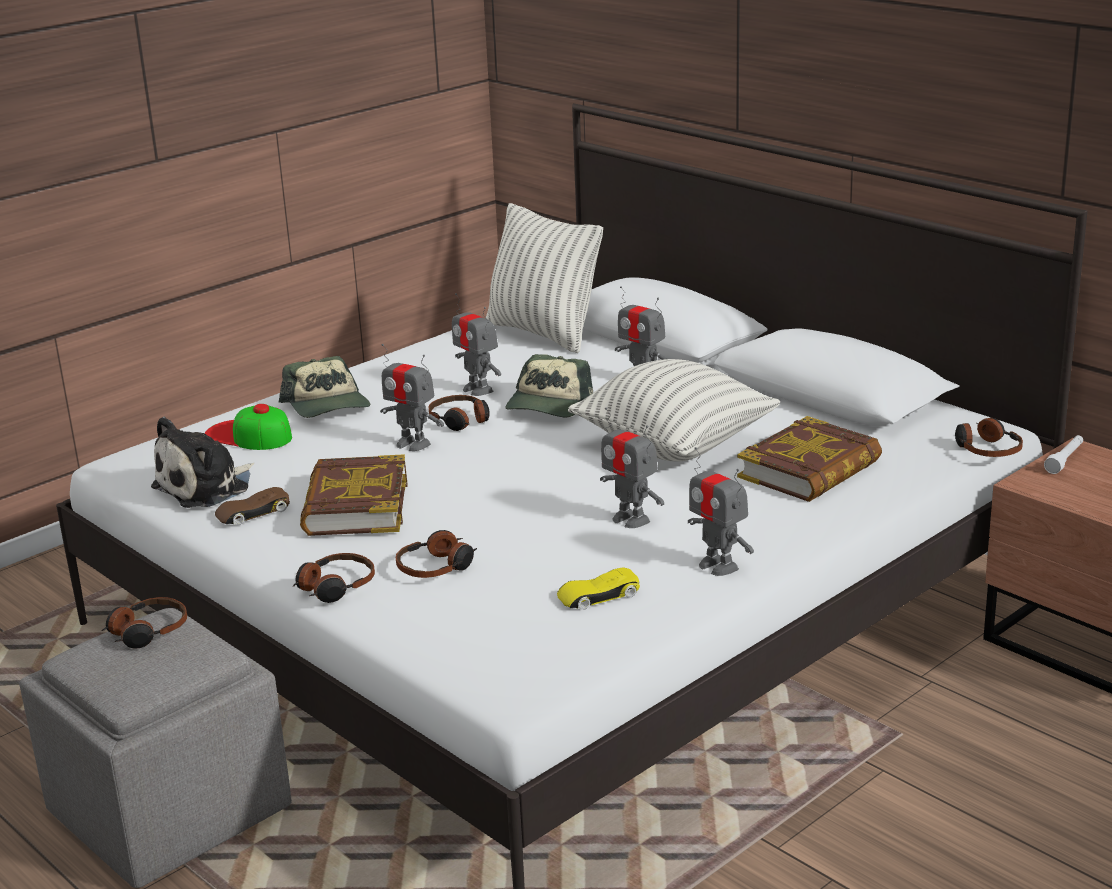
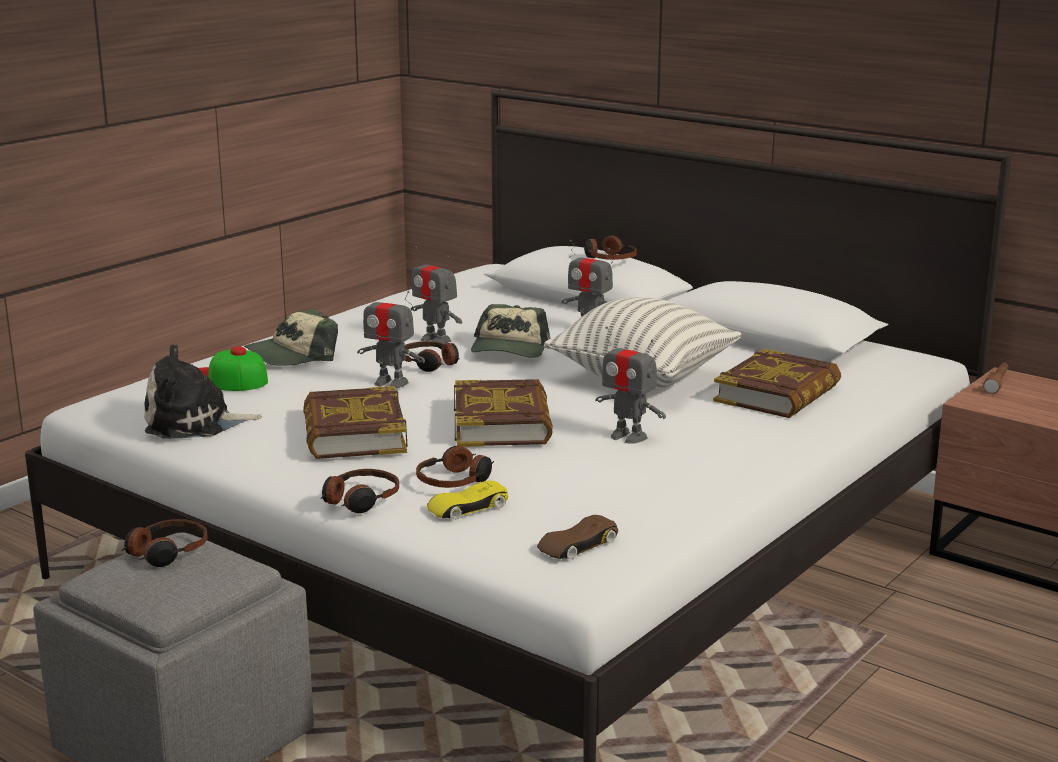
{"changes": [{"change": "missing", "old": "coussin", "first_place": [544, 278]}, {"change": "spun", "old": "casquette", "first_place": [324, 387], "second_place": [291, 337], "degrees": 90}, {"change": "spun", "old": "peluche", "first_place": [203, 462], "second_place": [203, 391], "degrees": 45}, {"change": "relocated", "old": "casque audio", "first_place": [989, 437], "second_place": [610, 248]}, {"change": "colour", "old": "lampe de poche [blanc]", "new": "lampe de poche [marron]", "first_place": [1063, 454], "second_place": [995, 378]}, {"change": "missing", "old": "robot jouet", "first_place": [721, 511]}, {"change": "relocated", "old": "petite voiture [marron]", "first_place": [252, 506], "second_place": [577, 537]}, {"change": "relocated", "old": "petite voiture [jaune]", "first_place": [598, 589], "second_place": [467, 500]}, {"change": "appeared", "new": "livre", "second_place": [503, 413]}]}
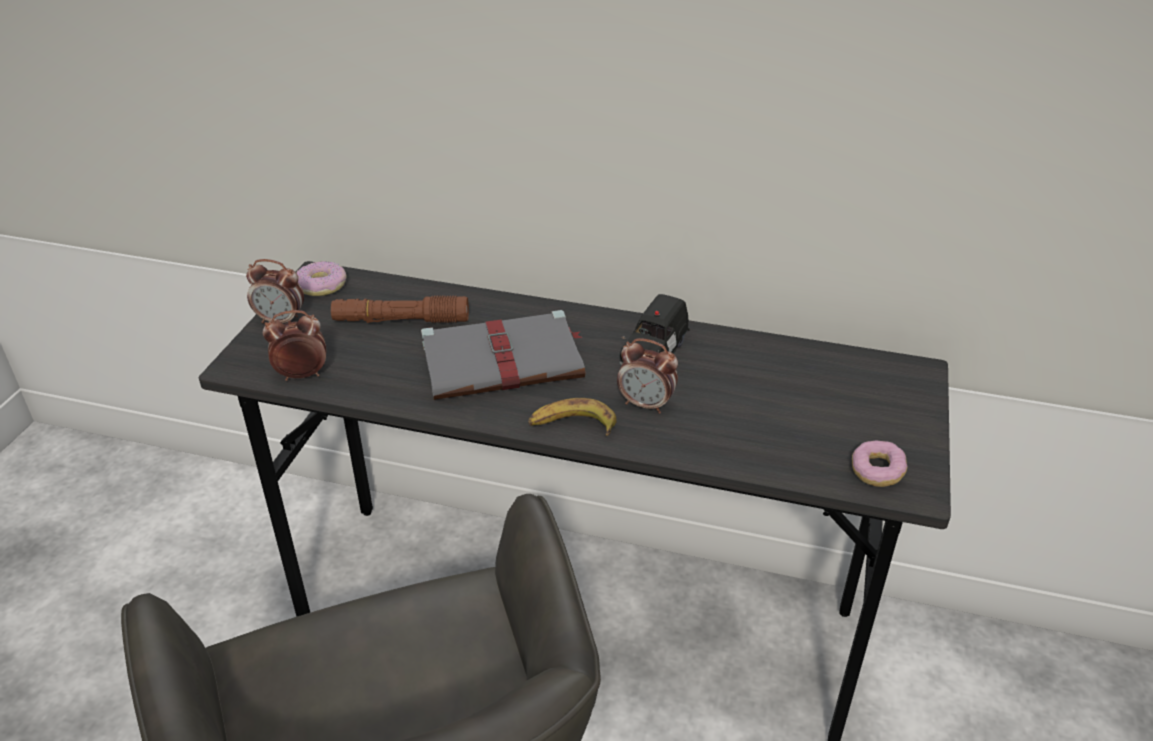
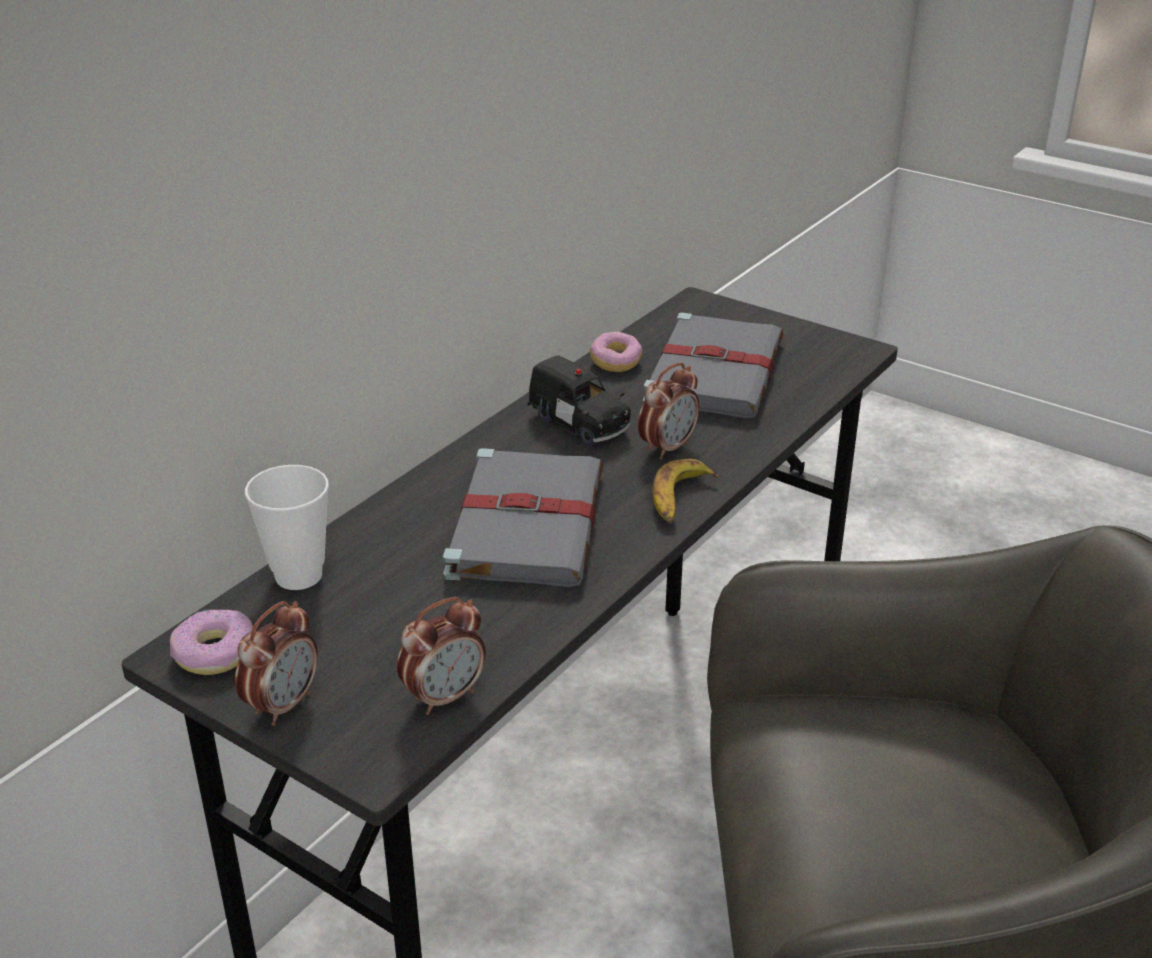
{"changes": [{"change": "missing", "old": "lampe de poche [marron]", "first_place": [400, 309]}, {"change": "spun", "old": "réveil", "first_place": [294, 345], "second_place": [441, 656], "degrees": -135}, {"change": "relocated", "old": "beignet", "first_place": [879, 464], "second_place": [616, 352]}, {"change": "appeared", "new": "livre [gris]", "second_place": [713, 365]}, {"change": "appeared", "new": "tasse", "second_place": [287, 527]}]}
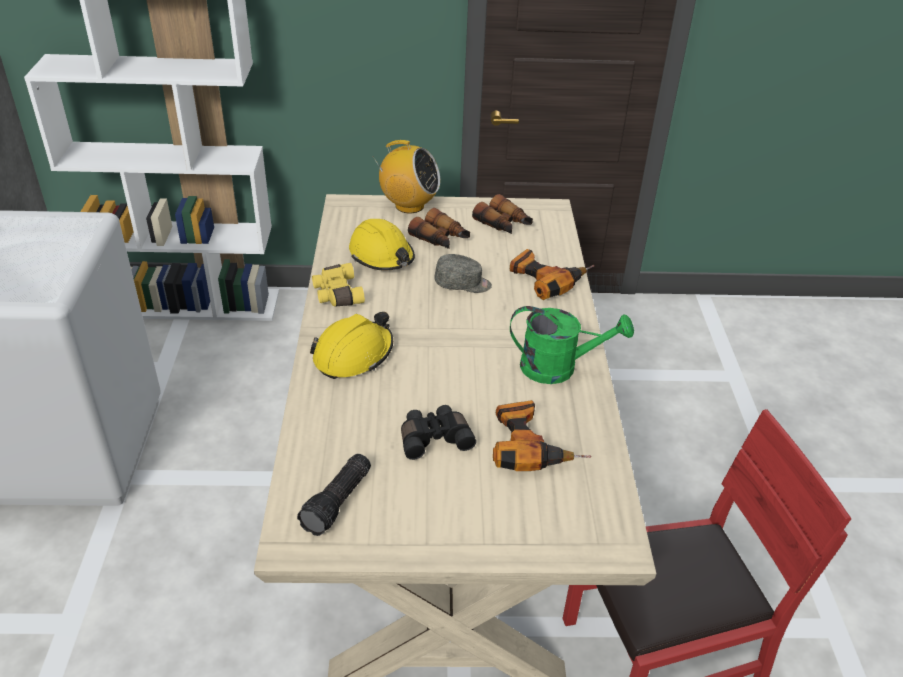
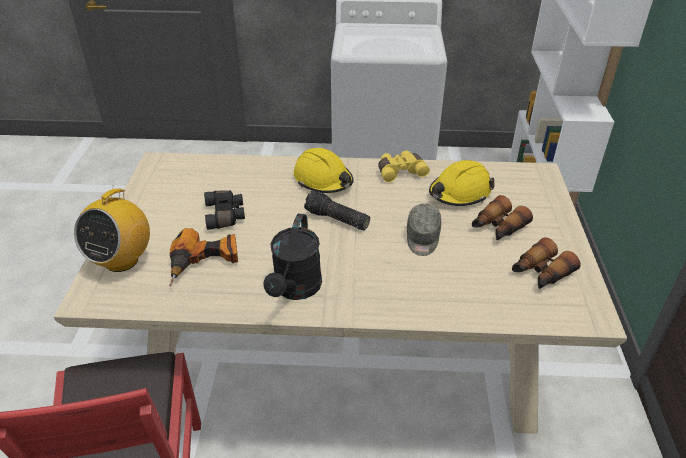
{"changes": [{"change": "relocated", "old": "radio", "first_place": [406, 176], "second_place": [112, 228]}, {"change": "missing", "old": "perceuse", "first_place": [552, 274]}, {"change": "colour", "old": "arrosoir [vert]", "new": "arrosoir [noir]", "first_place": [572, 345], "second_place": [292, 257]}, {"change": "relocated", "old": "lampe de poche", "first_place": [334, 495], "second_place": [337, 210]}]}
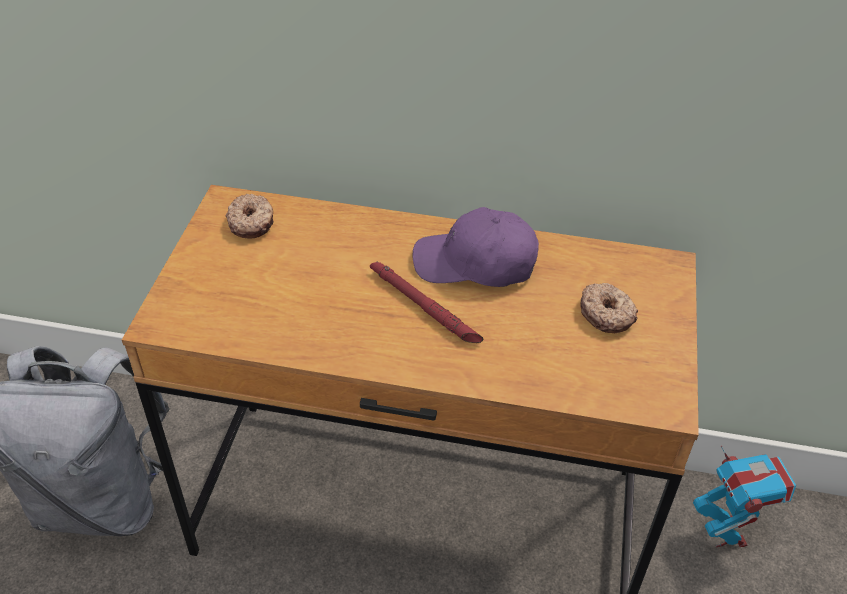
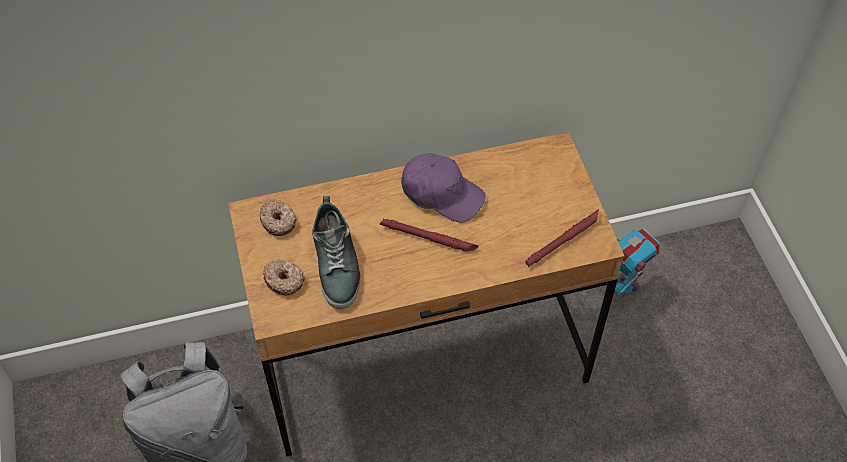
{"changes": [{"change": "spun", "old": "casquette [violet]", "first_place": [476, 247], "second_place": [443, 188], "degrees": -135}, {"change": "relocated", "old": "beignet", "first_place": [609, 308], "second_place": [284, 278]}, {"change": "appeared", "new": "chaussure", "second_place": [336, 252]}, {"change": "appeared", "new": "lampe de poche [rouge]", "second_place": [562, 238]}]}
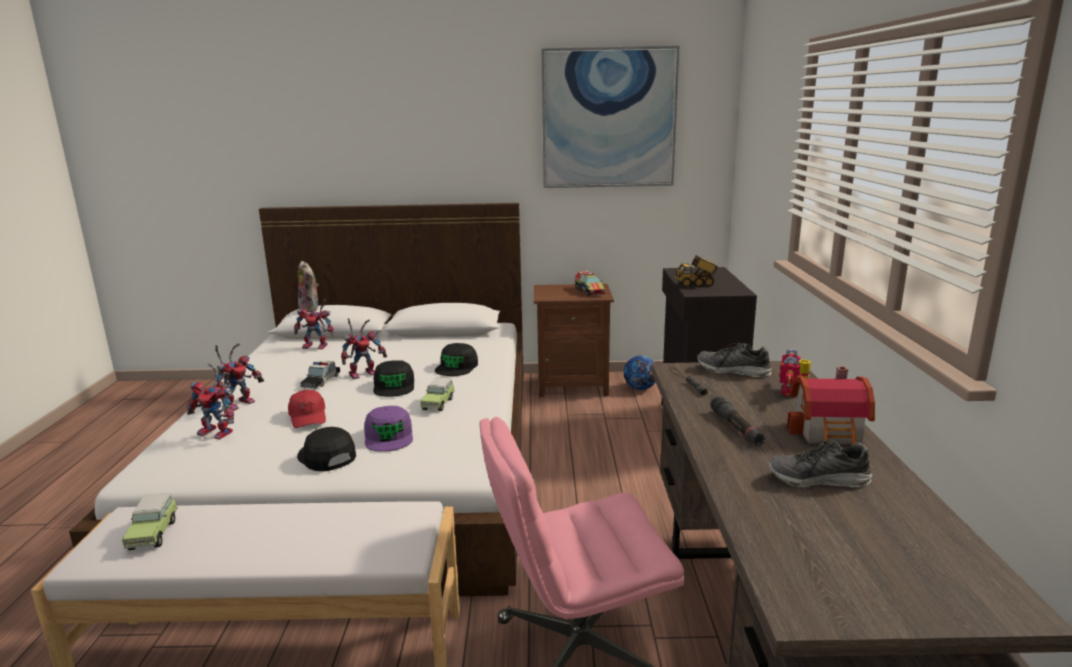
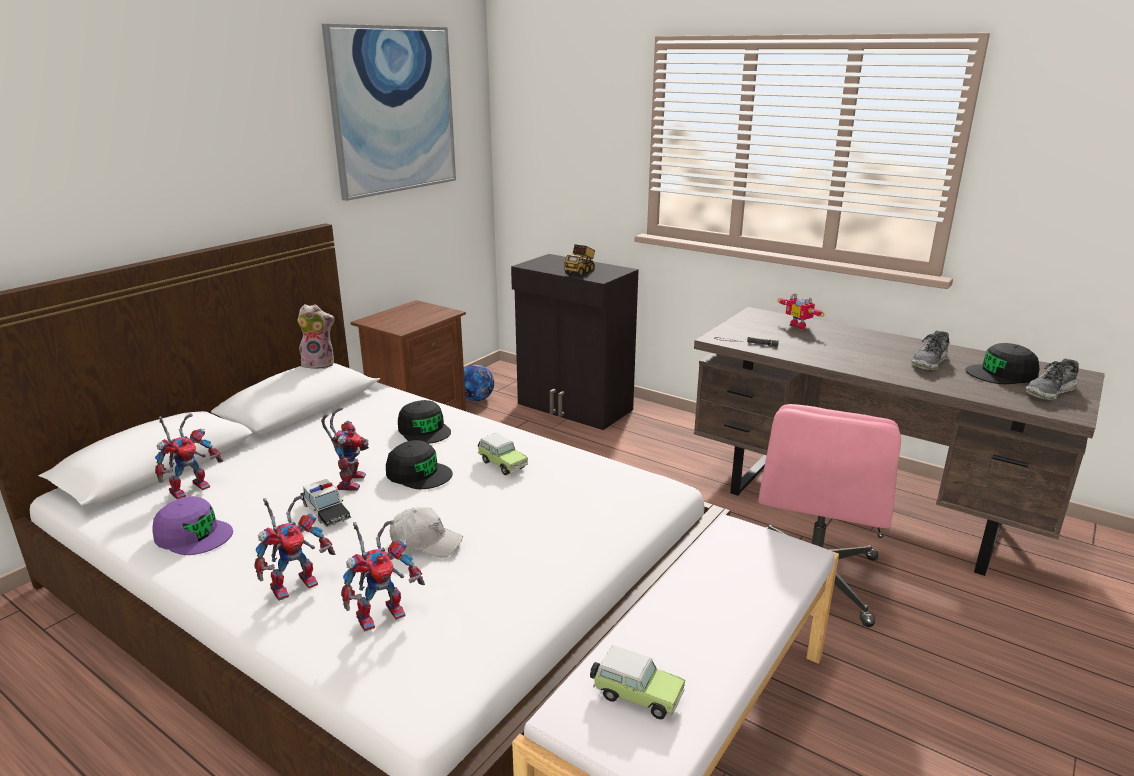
{"changes": [{"change": "relocated", "old": "peluche", "first_place": [308, 286], "second_place": [316, 336]}, {"change": "missing", "old": "camion jouet", "first_place": [590, 283]}, {"change": "spun", "old": "robot jouet", "first_place": [239, 377], "second_place": [295, 548], "degrees": 75}, {"change": "relocated", "old": "chaussure", "first_place": [734, 360], "second_place": [1052, 379]}, {"change": "missing", "old": "maison miniature", "first_place": [831, 405]}, {"change": "colour", "old": "casquette [rouge]", "new": "casquette [blanc]", "first_place": [307, 409], "second_place": [426, 532]}, {"change": "missing", "old": "lampe de poche [noir]", "first_place": [737, 421]}, {"change": "relocated", "old": "casquette [violet]", "first_place": [388, 429], "second_place": [192, 525]}, {"change": "relocated", "old": "casquette [noir]", "first_place": [326, 449], "second_place": [1002, 363]}]}
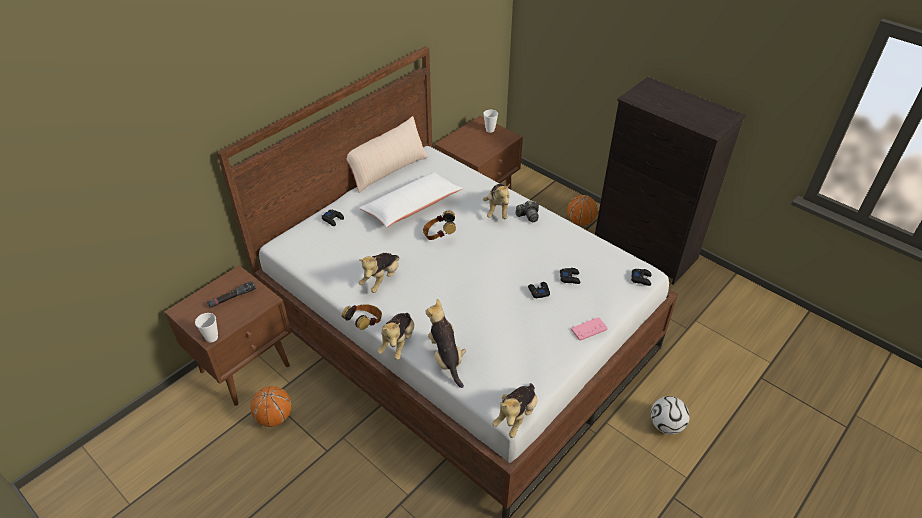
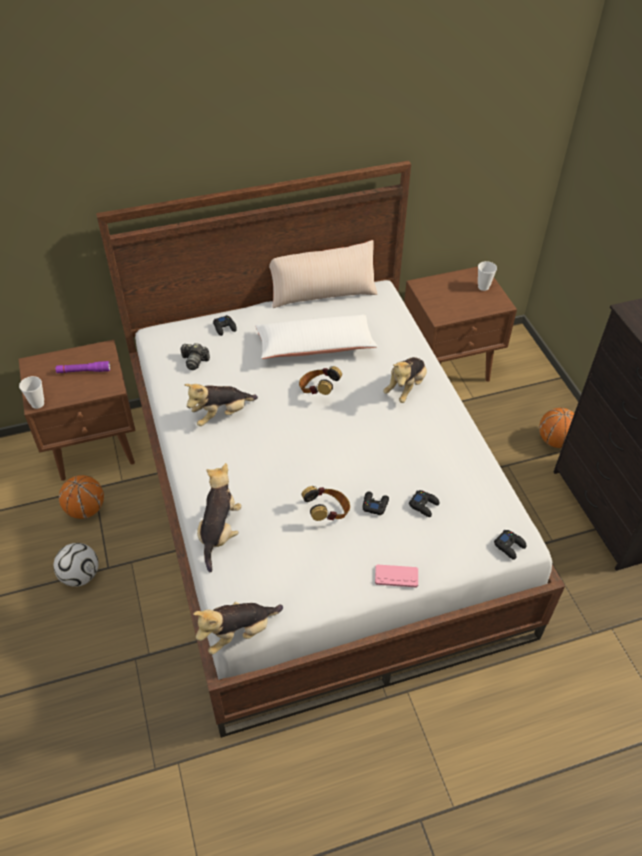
{"changes": [{"change": "relocated", "old": "appareil photo", "first_place": [527, 211], "second_place": [195, 356]}, {"change": "colour", "old": "lampe de poche [noir]", "new": "lampe de poche [violet]", "first_place": [231, 294], "second_place": [82, 367]}, {"change": "relocated", "old": "casque audio", "first_place": [362, 317], "second_place": [325, 503]}, {"change": "missing", "old": "peluche", "first_place": [396, 336]}, {"change": "relocated", "old": "ballon de foot", "first_place": [670, 415], "second_place": [76, 565]}]}
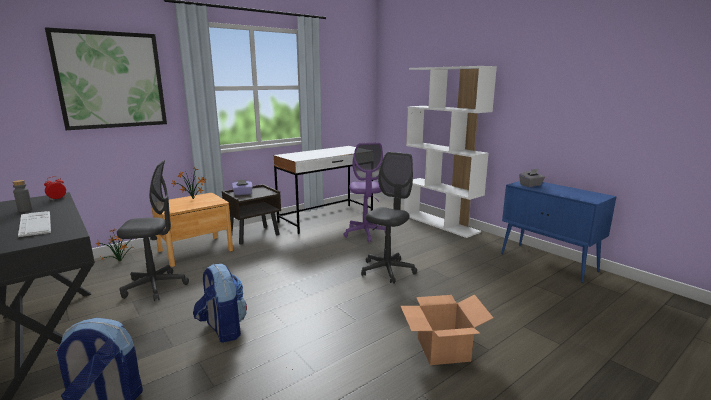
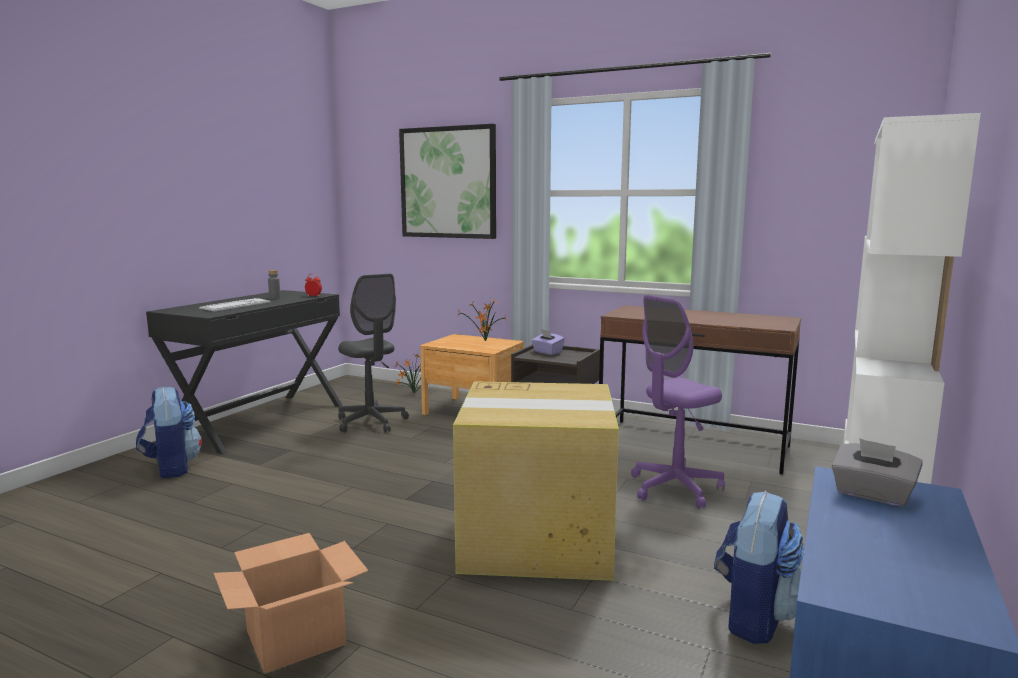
{"changes": [{"change": "colour", "old": "bureau [blanc]", "new": "bureau [marron]", "first_place": [323, 190], "second_place": [700, 390]}, {"change": "exchanged", "old": "chaise de bureau [gris]", "new": "carton", "first_place": [389, 218], "second_place": [536, 481]}, {"change": "relocated", "old": "sac à dos", "first_place": [220, 303], "second_place": [759, 567]}]}
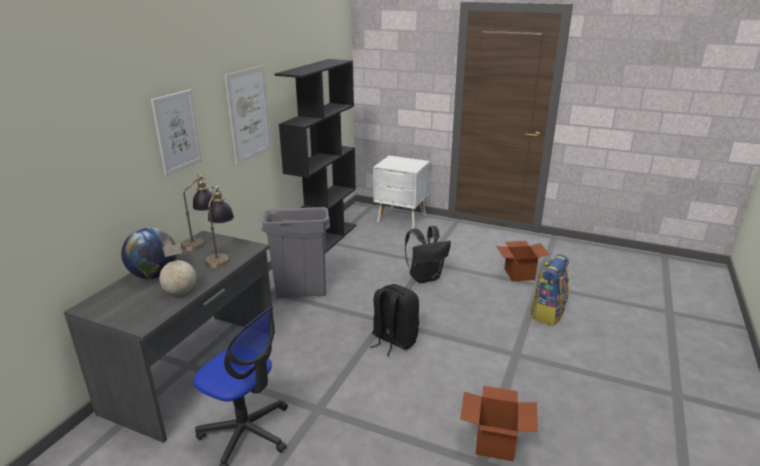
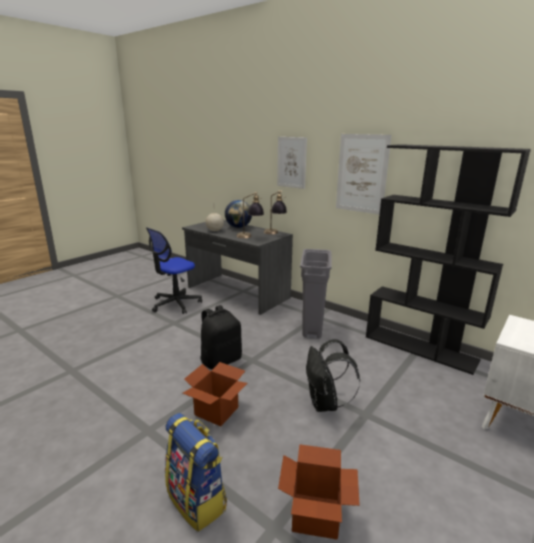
{"changes": [{"change": "relocated", "old": "carton", "first_place": [499, 423], "second_place": [215, 394]}]}
